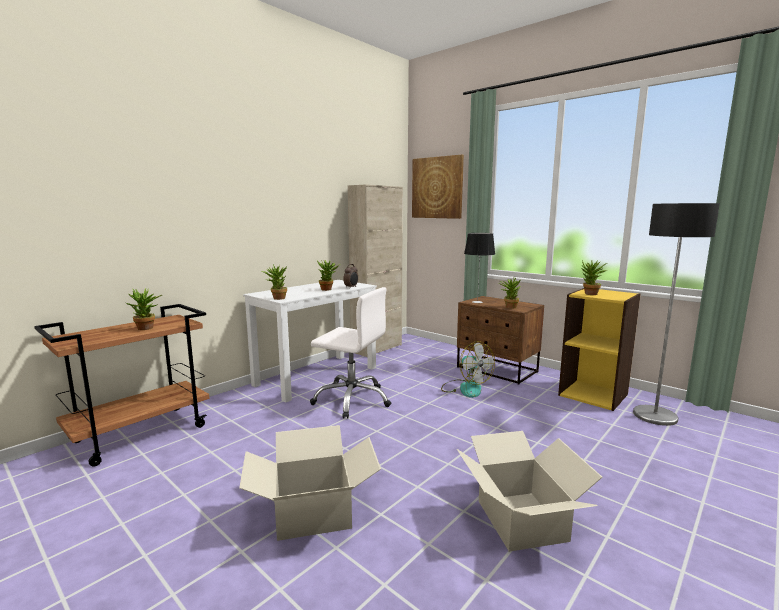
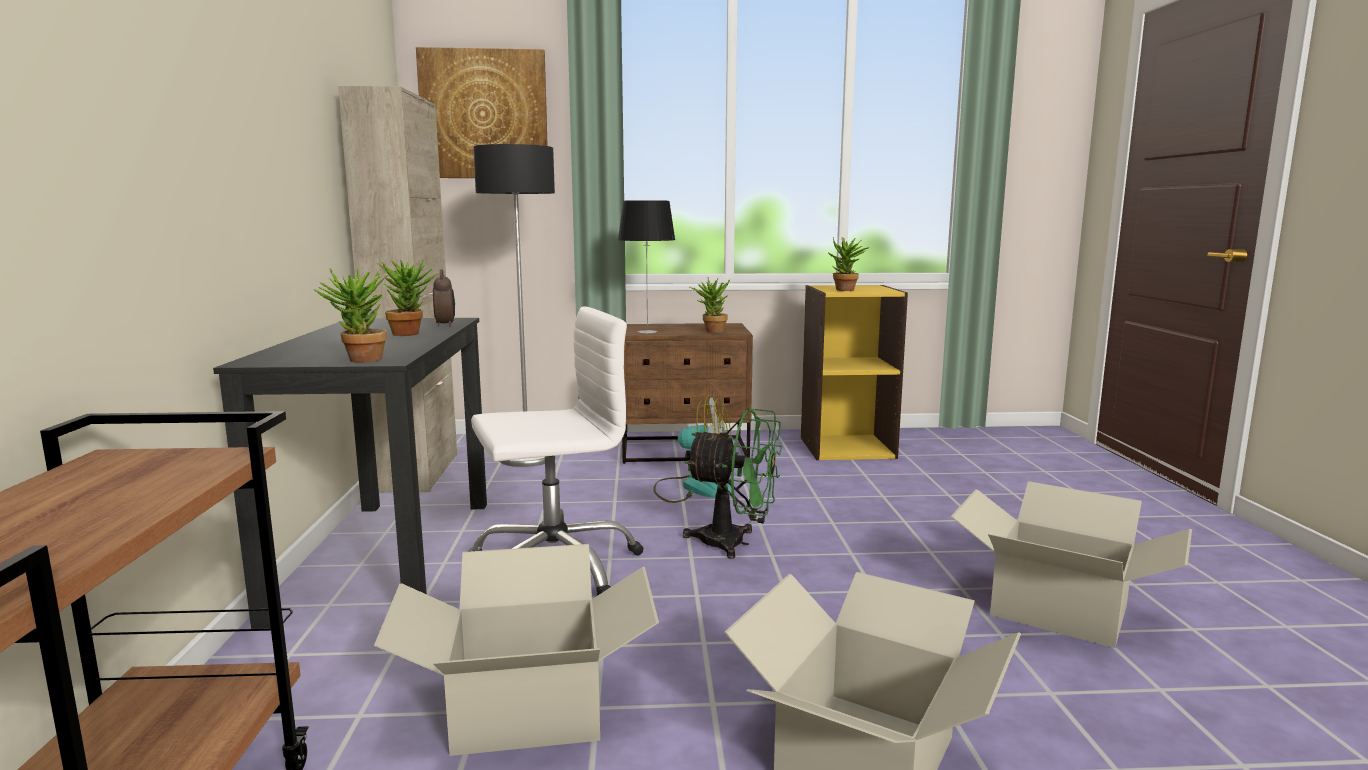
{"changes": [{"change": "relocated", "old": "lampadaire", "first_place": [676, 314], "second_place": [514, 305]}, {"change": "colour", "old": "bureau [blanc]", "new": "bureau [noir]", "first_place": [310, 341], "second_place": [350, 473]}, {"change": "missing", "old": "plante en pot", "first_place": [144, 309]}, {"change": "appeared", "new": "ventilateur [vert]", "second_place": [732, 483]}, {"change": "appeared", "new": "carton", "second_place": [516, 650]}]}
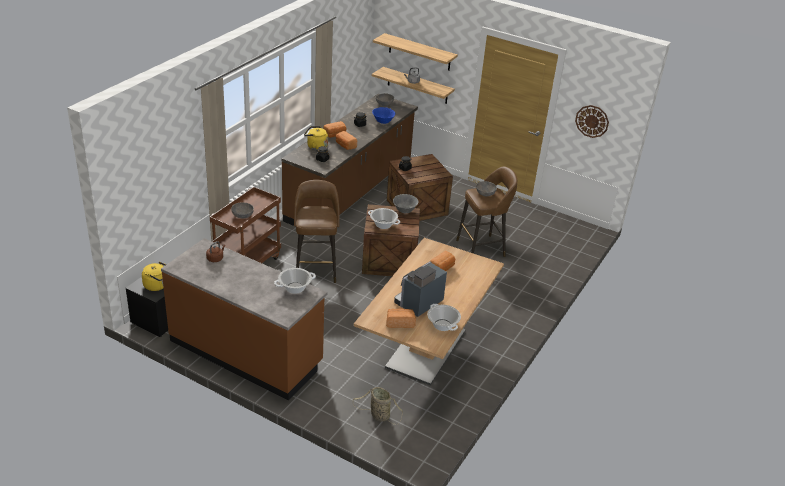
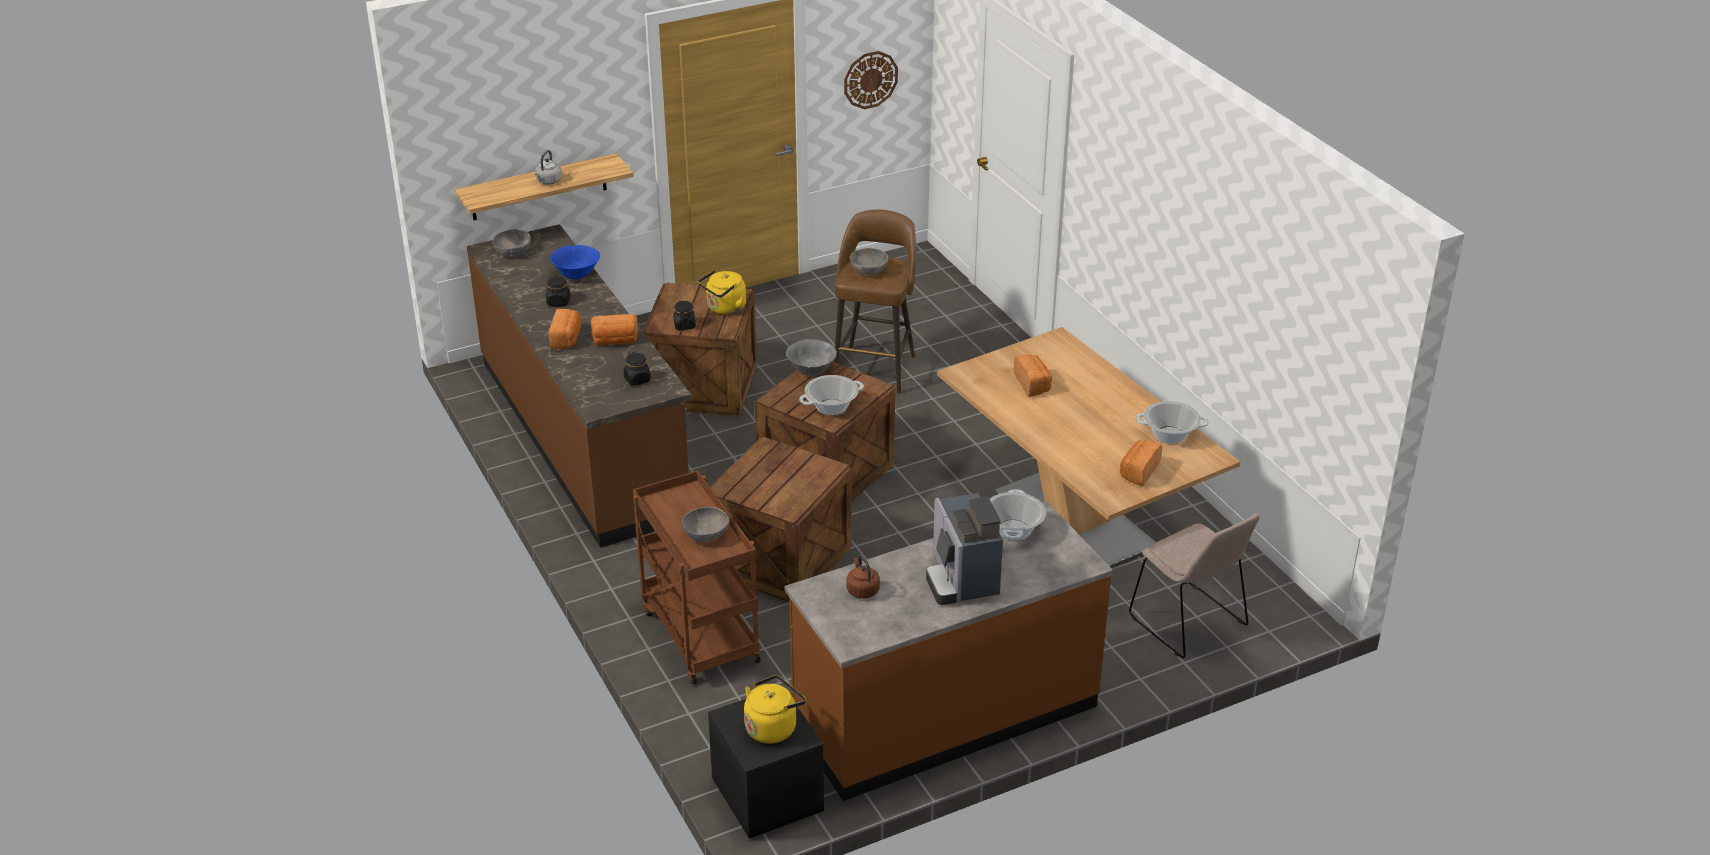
{"changes": [{"change": "missing", "old": "étagère", "first_place": [415, 51]}, {"change": "relocated", "old": "bouilloire [jaune]", "first_place": [316, 138], "second_place": [722, 292]}, {"change": "exchanged", "old": "tabouret [marron]", "new": "caisse", "first_place": [317, 231], "second_place": [781, 520]}, {"change": "relocated", "old": "machine à café", "first_place": [420, 289], "second_place": [964, 549]}, {"change": "exchanged", "old": "panier", "new": "chaise [beige]", "first_place": [377, 405], "second_place": [1194, 585]}]}
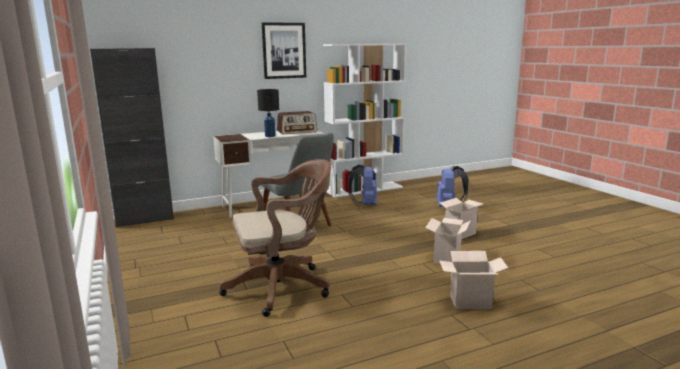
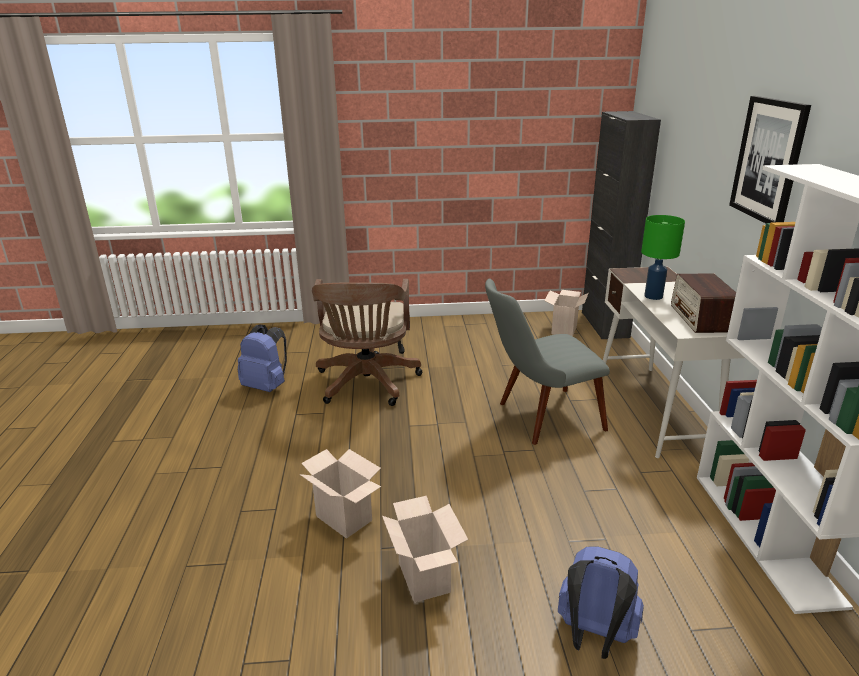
{"changes": [{"change": "colour", "old": "lampe de table [noir]", "new": "lampe de table [vert]", "first_place": [268, 113], "second_place": [663, 257]}, {"change": "relocated", "old": "sac à dos [bleu]", "first_place": [363, 185], "second_place": [262, 358]}, {"change": "relocated", "old": "carton", "first_place": [473, 280], "second_place": [566, 313]}]}
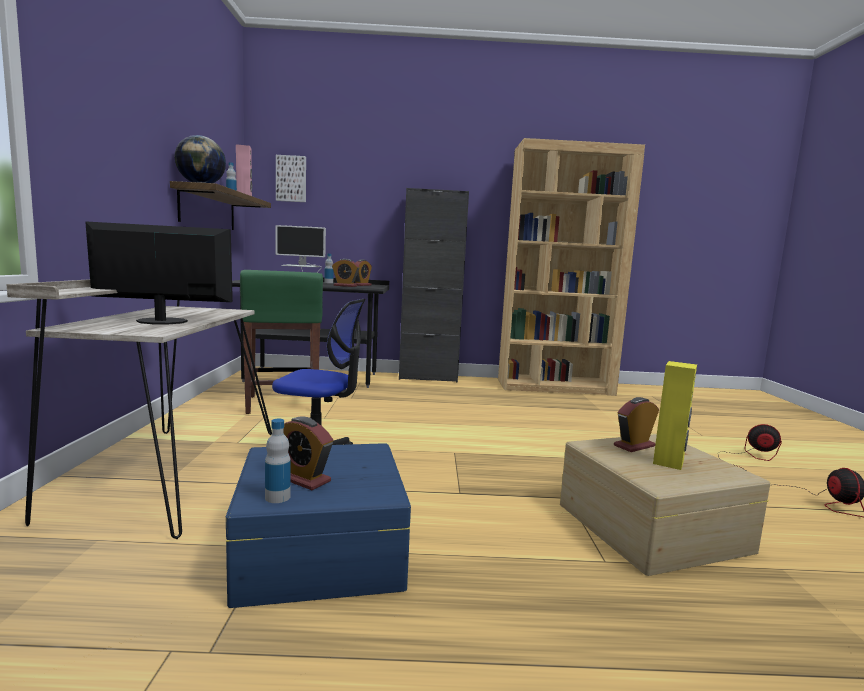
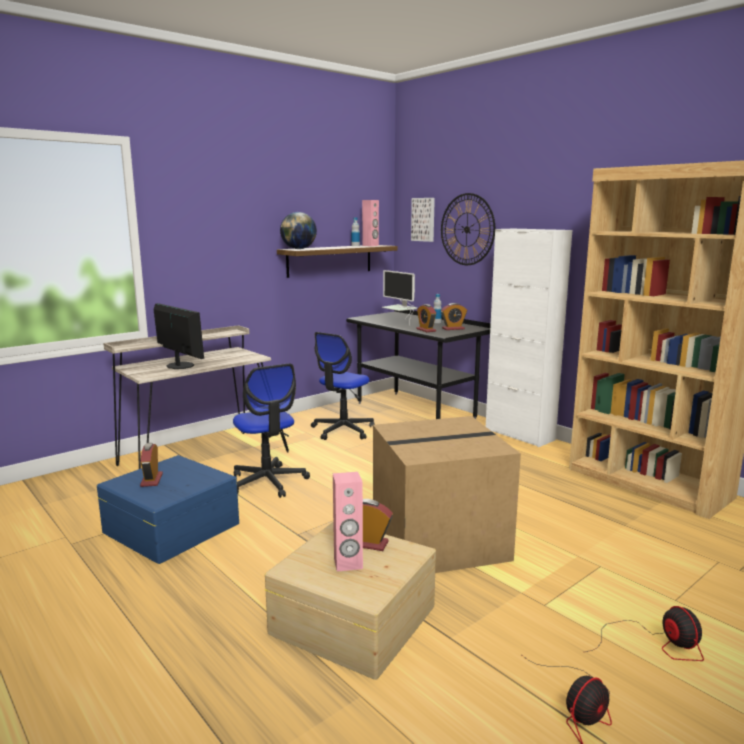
{"changes": [{"change": "colour", "old": "meuble de rangement [noir]", "new": "meuble de rangement [blanc]", "first_place": [434, 285], "second_place": [529, 338]}, {"change": "exchanged", "old": "tabouret [vert]", "new": "chaise de bureau", "first_place": [281, 342], "second_place": [343, 386]}, {"change": "colour", "old": "enceinte [jaune]", "new": "enceinte [rose]", "first_place": [675, 415], "second_place": [348, 522]}, {"change": "missing", "old": "bouteille", "first_place": [278, 461]}, {"change": "appeared", "new": "horloge murale", "second_place": [468, 229]}, {"change": "appeared", "new": "carton", "second_place": [447, 494]}]}
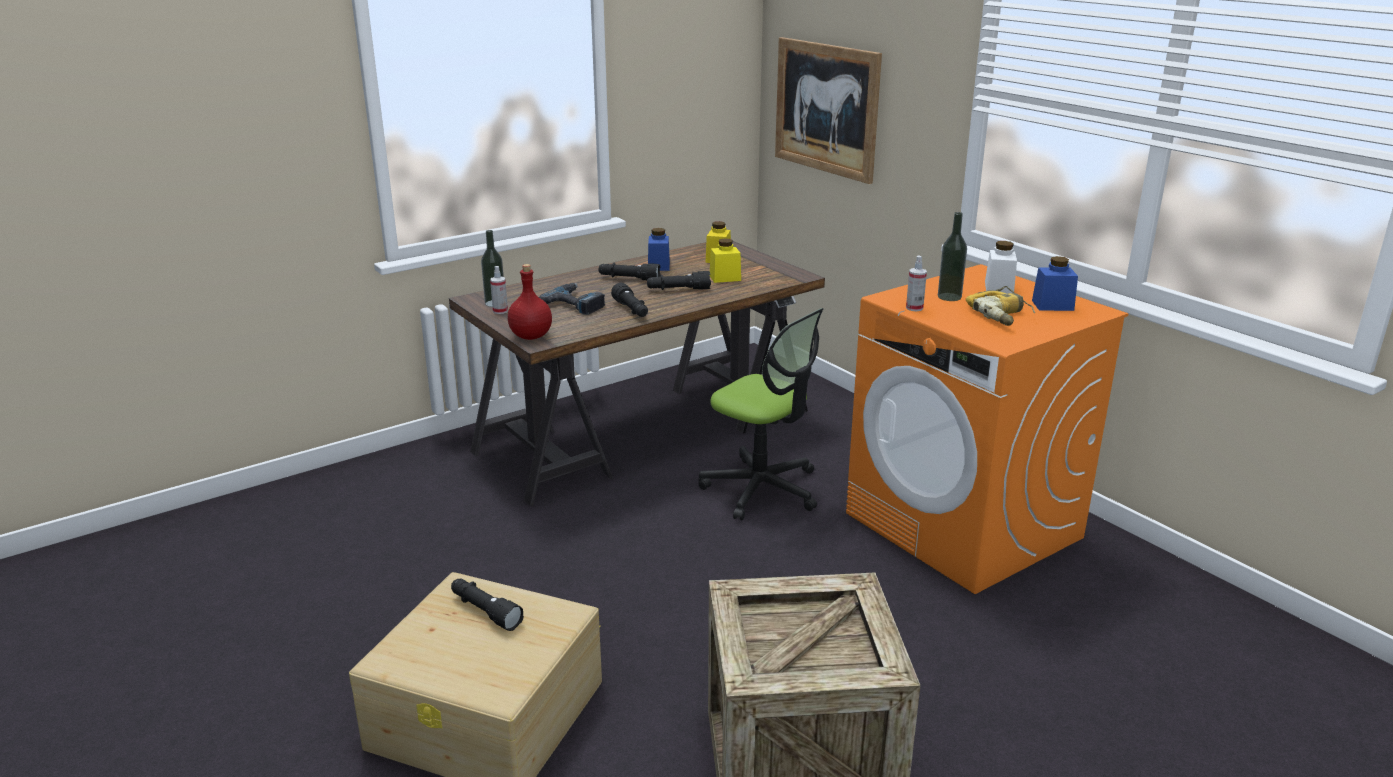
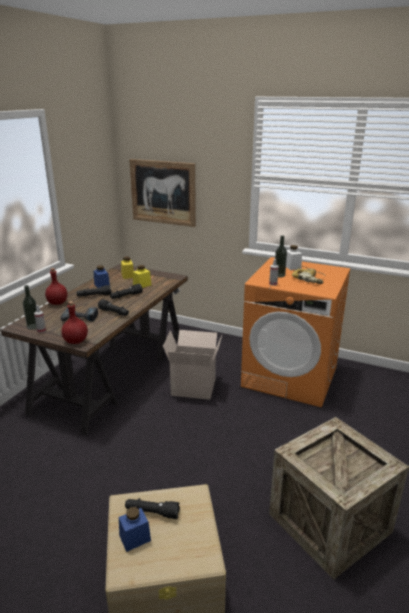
{"changes": [{"change": "relocated", "old": "bocal [bleu]", "first_place": [1055, 283], "second_place": [135, 529]}, {"change": "exchanged", "old": "chaise de bureau", "new": "carton", "first_place": [761, 414], "second_place": [192, 365]}, {"change": "appeared", "new": "bouteille [rouge]", "second_place": [56, 286]}]}
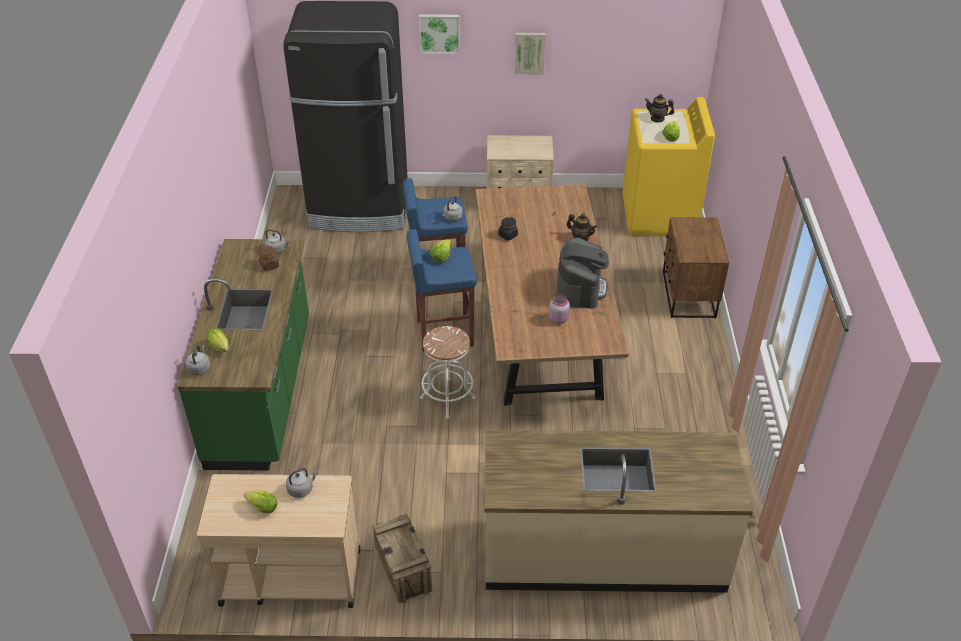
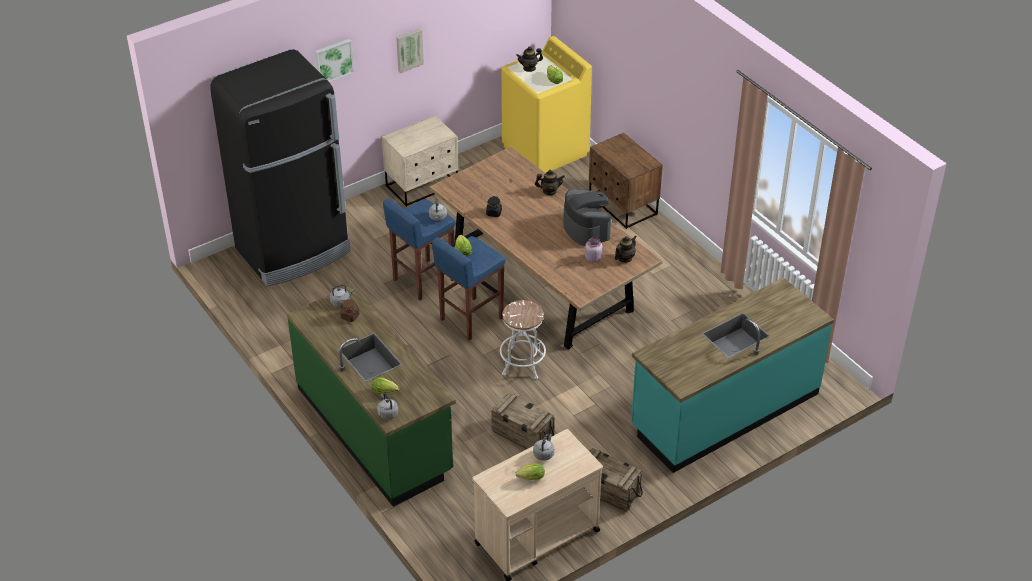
{"changes": [{"change": "colour", "old": "comptoir de cuisine [beige]", "new": "comptoir de cuisine [turquoise]", "first_place": [619, 511], "second_place": [732, 375]}, {"change": "appeared", "new": "théière", "second_place": [625, 249]}, {"change": "appeared", "new": "caisse", "second_place": [523, 421]}]}
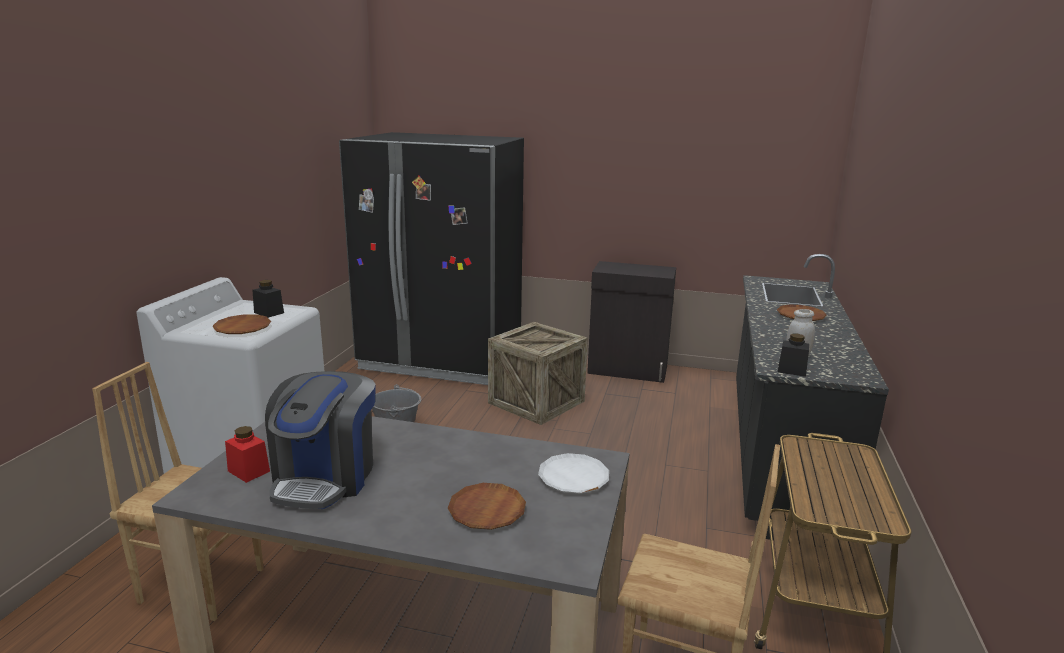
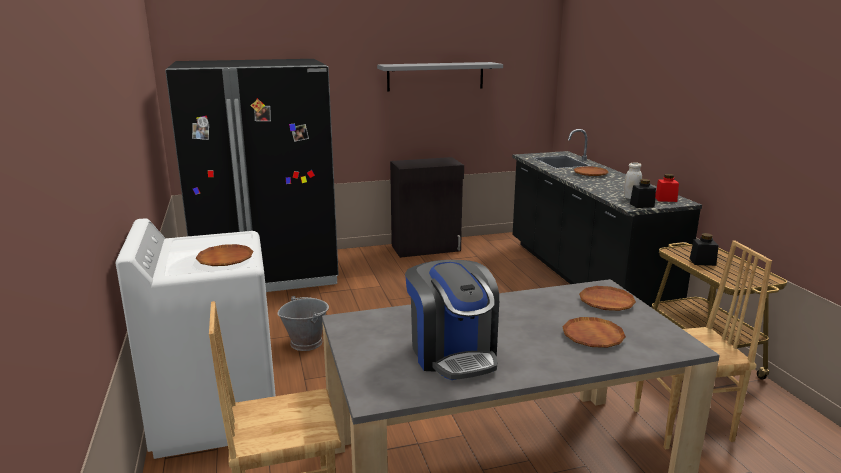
{"changes": [{"change": "relocated", "old": "bocal [noir]", "first_place": [268, 299], "second_place": [704, 249]}, {"change": "missing", "old": "caisse", "first_place": [538, 373]}, {"change": "relocated", "old": "bocal [rouge]", "first_place": [247, 454], "second_place": [667, 188]}, {"change": "colour", "old": "assiette [blanc]", "new": "assiette [marron]", "first_place": [573, 473], "second_place": [607, 298]}, {"change": "appeared", "new": "étagère [gris]", "second_place": [440, 77]}]}
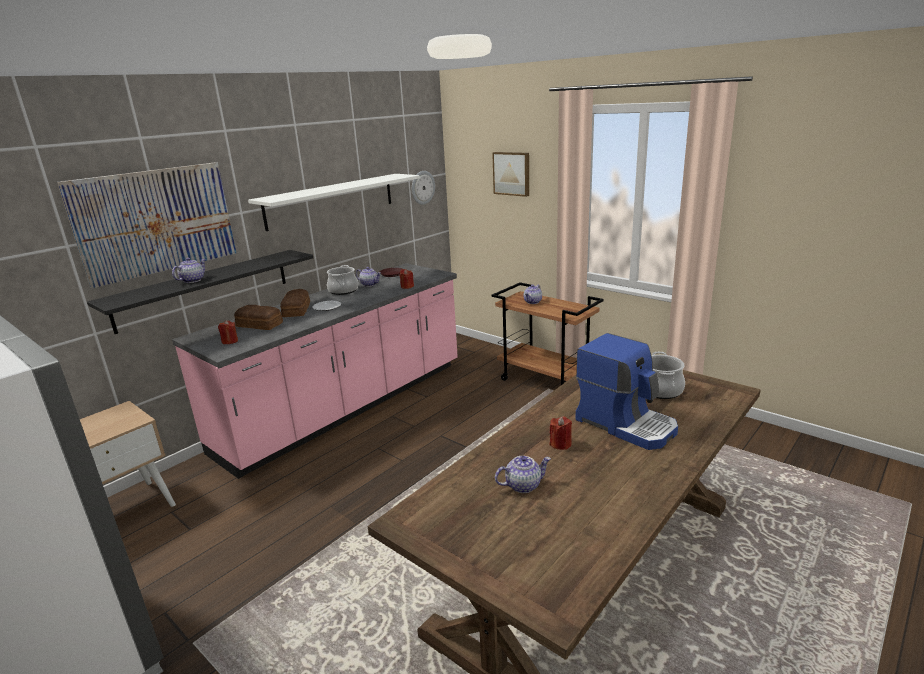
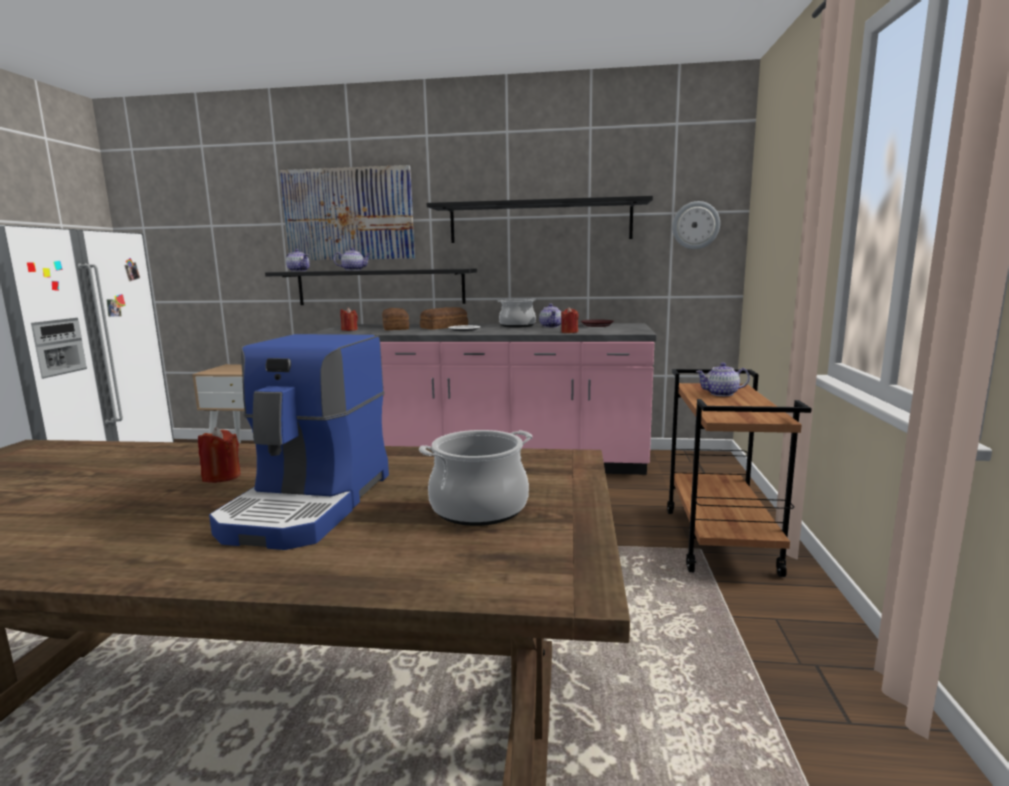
{"changes": [{"change": "missing", "old": "tableau", "first_place": [510, 174]}, {"change": "colour", "old": "étagère [blanc]", "new": "étagère [noir]", "first_place": [334, 202], "second_place": [540, 219]}, {"change": "relocated", "old": "théière", "first_place": [523, 474], "second_place": [298, 260]}]}
